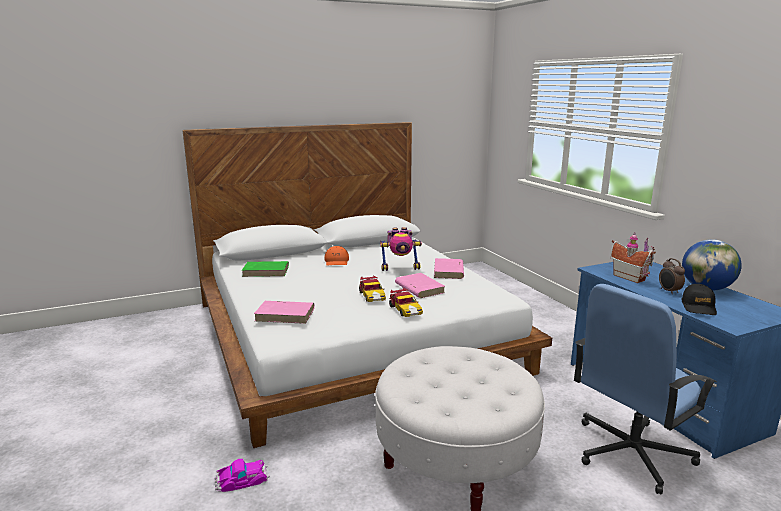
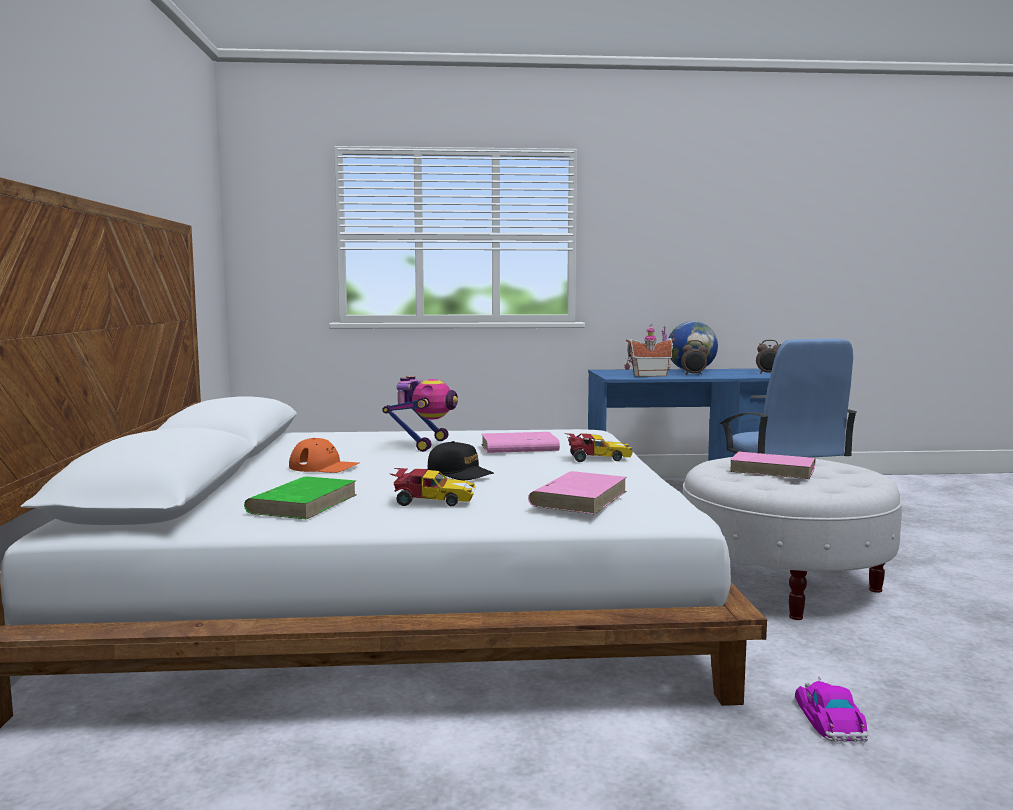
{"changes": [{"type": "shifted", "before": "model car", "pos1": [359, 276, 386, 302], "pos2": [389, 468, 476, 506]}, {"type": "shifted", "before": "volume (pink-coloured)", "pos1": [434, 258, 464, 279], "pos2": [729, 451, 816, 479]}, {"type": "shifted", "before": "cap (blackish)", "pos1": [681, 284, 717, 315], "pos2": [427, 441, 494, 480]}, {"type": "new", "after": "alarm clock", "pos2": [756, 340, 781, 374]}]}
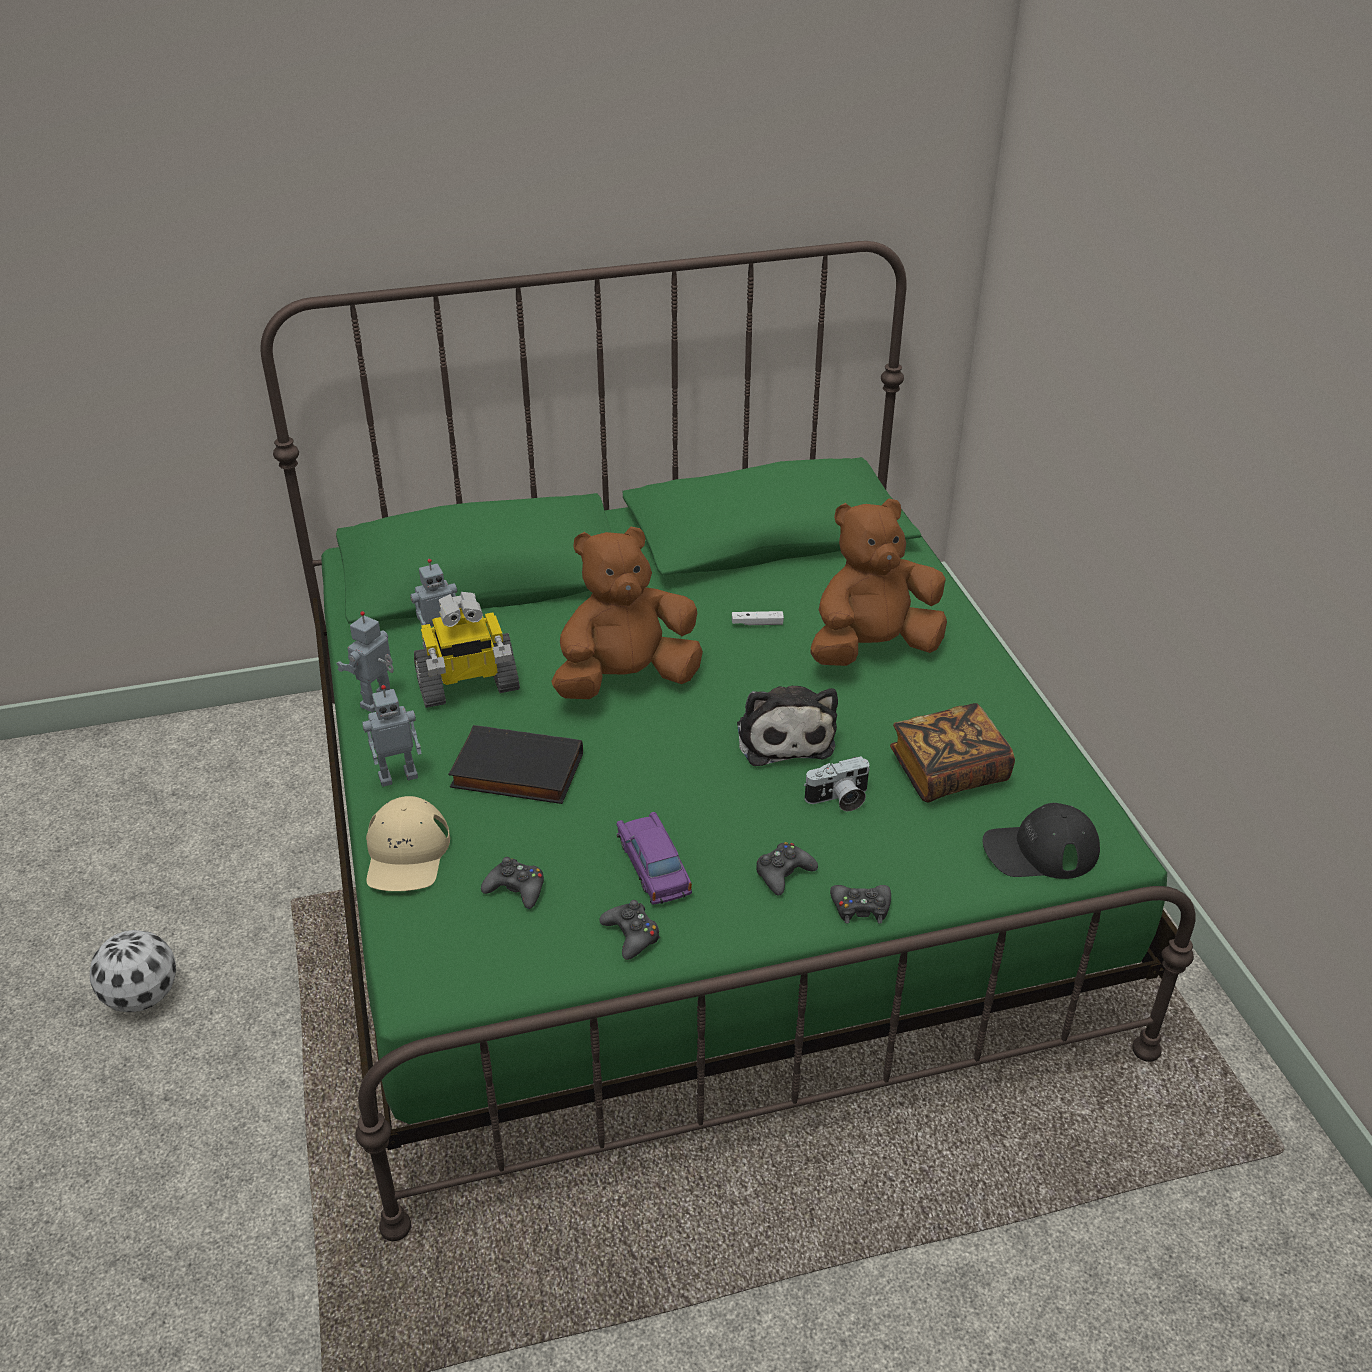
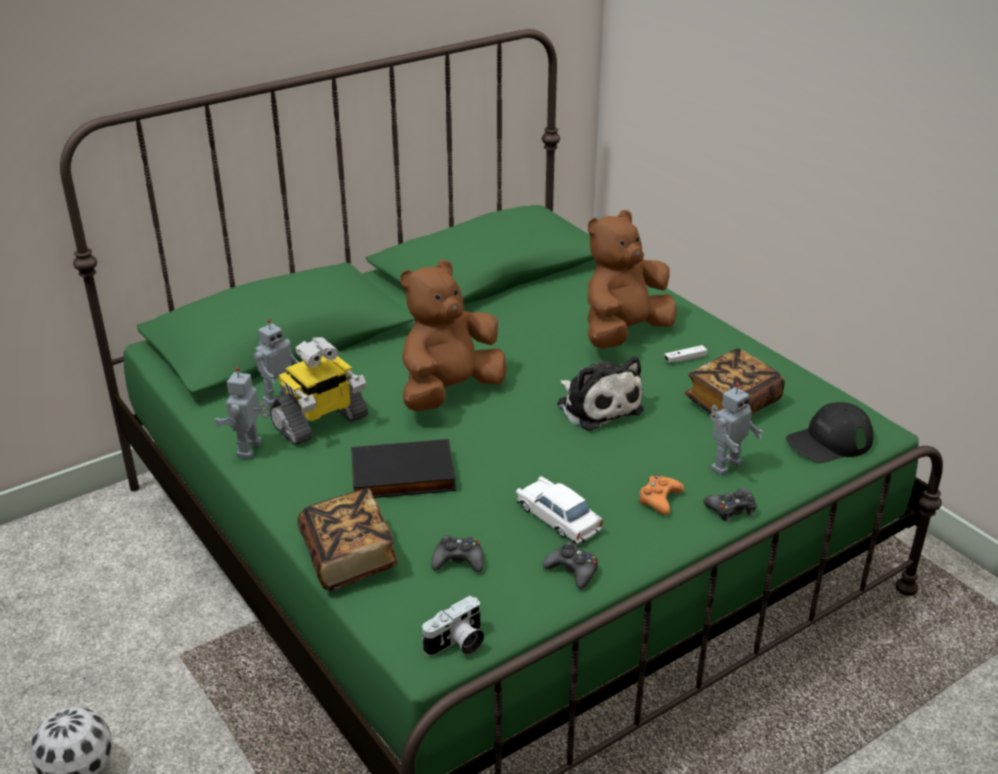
{"changes": [{"type": "shifted", "before": "robot figure", "pos1": [362, 685, 422, 787], "pos2": [710, 383, 763, 476]}, {"type": "swapped", "before": "cap (sand-coloured)", "after": "volume", "pos1": [366, 796, 450, 891], "pos2": [298, 488, 398, 591]}, {"type": "repainted", "before": "model car (purple)", "after": "model car (white)", "pos1": [616, 812, 692, 904], "pos2": [516, 476, 603, 544]}, {"type": "shifted", "before": "gamepad (white)", "pos1": [732, 611, 784, 625], "pos2": [664, 345, 707, 363]}, {"type": "repainted", "before": "gamepad (blackish)", "after": "gamepad (orange-coloured)", "pos1": [756, 842, 818, 896], "pos2": [638, 475, 684, 515]}, {"type": "shifted", "before": "still camera", "pos1": [804, 756, 870, 812], "pos2": [422, 596, 484, 656]}]}
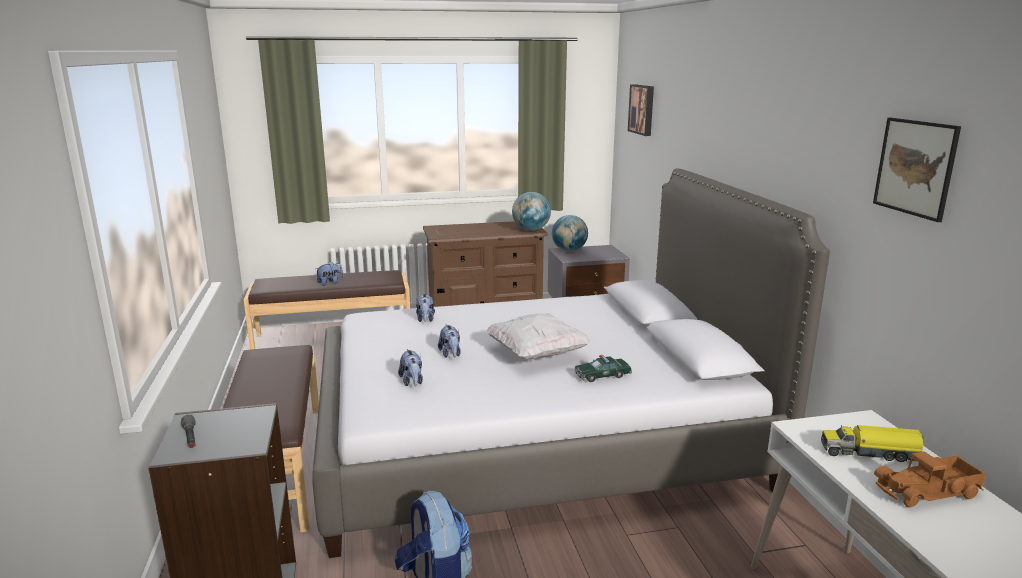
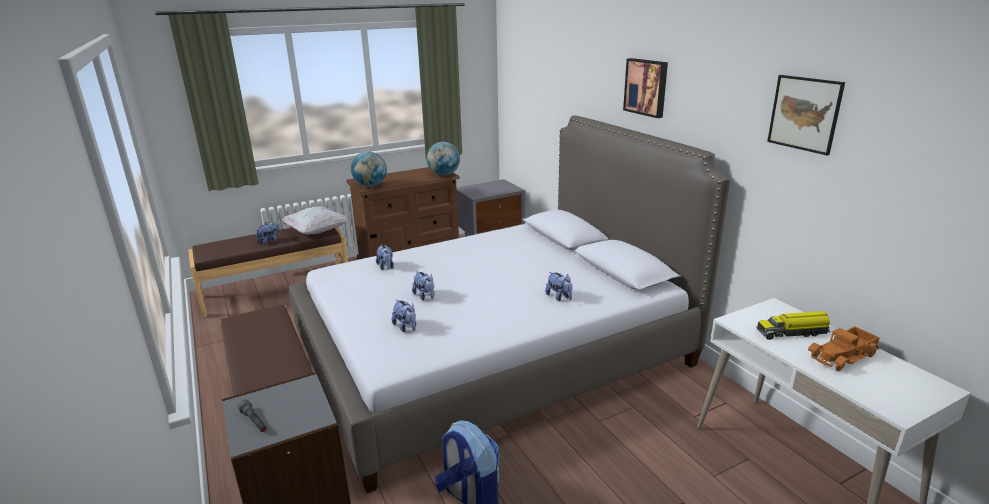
{"changes": [{"type": "shifted", "before": "throw pillow (white)", "pos1": [486, 313, 591, 359], "pos2": [281, 206, 349, 235]}, {"type": "shifted", "before": "desk globe", "pos1": [552, 215, 588, 251], "pos2": [351, 151, 387, 187]}, {"type": "swapped", "before": "model car", "after": "cuddly toy", "pos1": [574, 355, 632, 382], "pos2": [545, 272, 572, 301]}, {"type": "shifted", "before": "wall picture", "pos1": [628, 84, 654, 136], "pos2": [623, 58, 668, 118]}]}
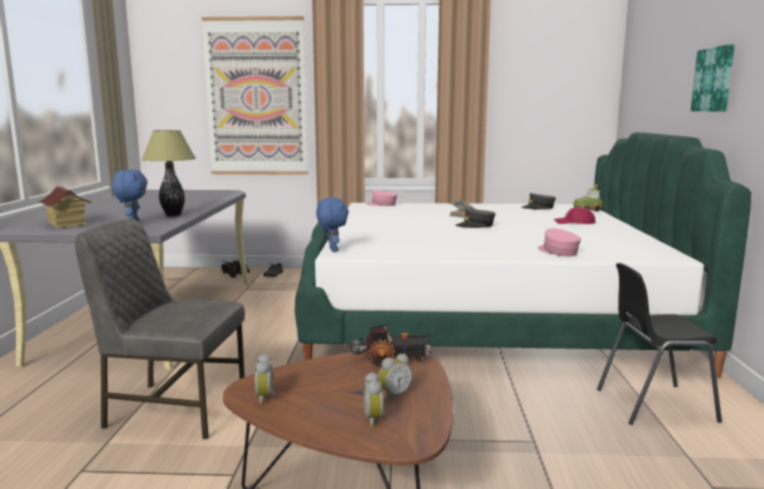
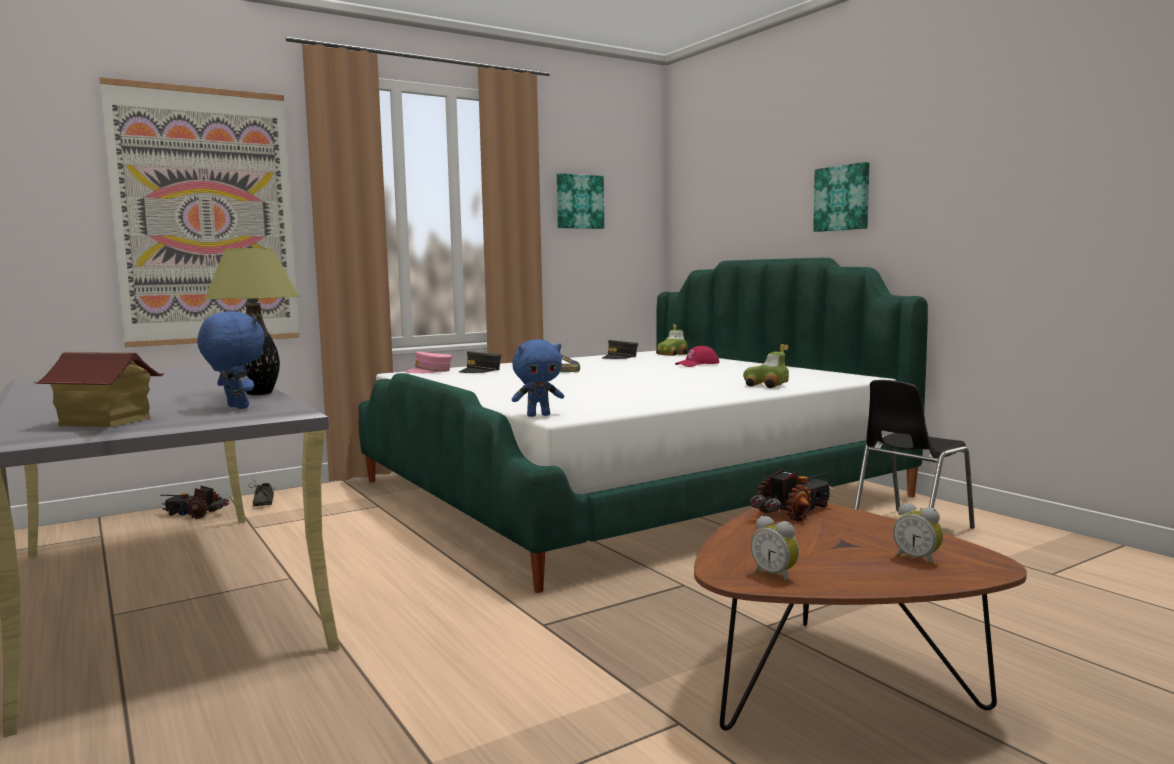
{"changes": [{"type": "gone", "before": "upright chair (gray)", "pos1": [75, 219, 245, 439]}, {"type": "rotated", "before": "cuddly toy (blue)", "pos1": [316, 197, 349, 252], "pos2": [512, 339, 564, 417], "turn": 120}, {"type": "gone", "before": "alarm clock", "pos1": [379, 354, 412, 401]}, {"type": "shifted", "before": "cap (gray)", "pos1": [456, 208, 496, 228], "pos2": [459, 351, 502, 373]}, {"type": "swapped", "before": "cap (pink-coloured)", "after": "model car", "pos1": [538, 228, 581, 256], "pos2": [743, 344, 789, 388]}, {"type": "new", "after": "wall picture", "pos2": [557, 173, 604, 229]}]}
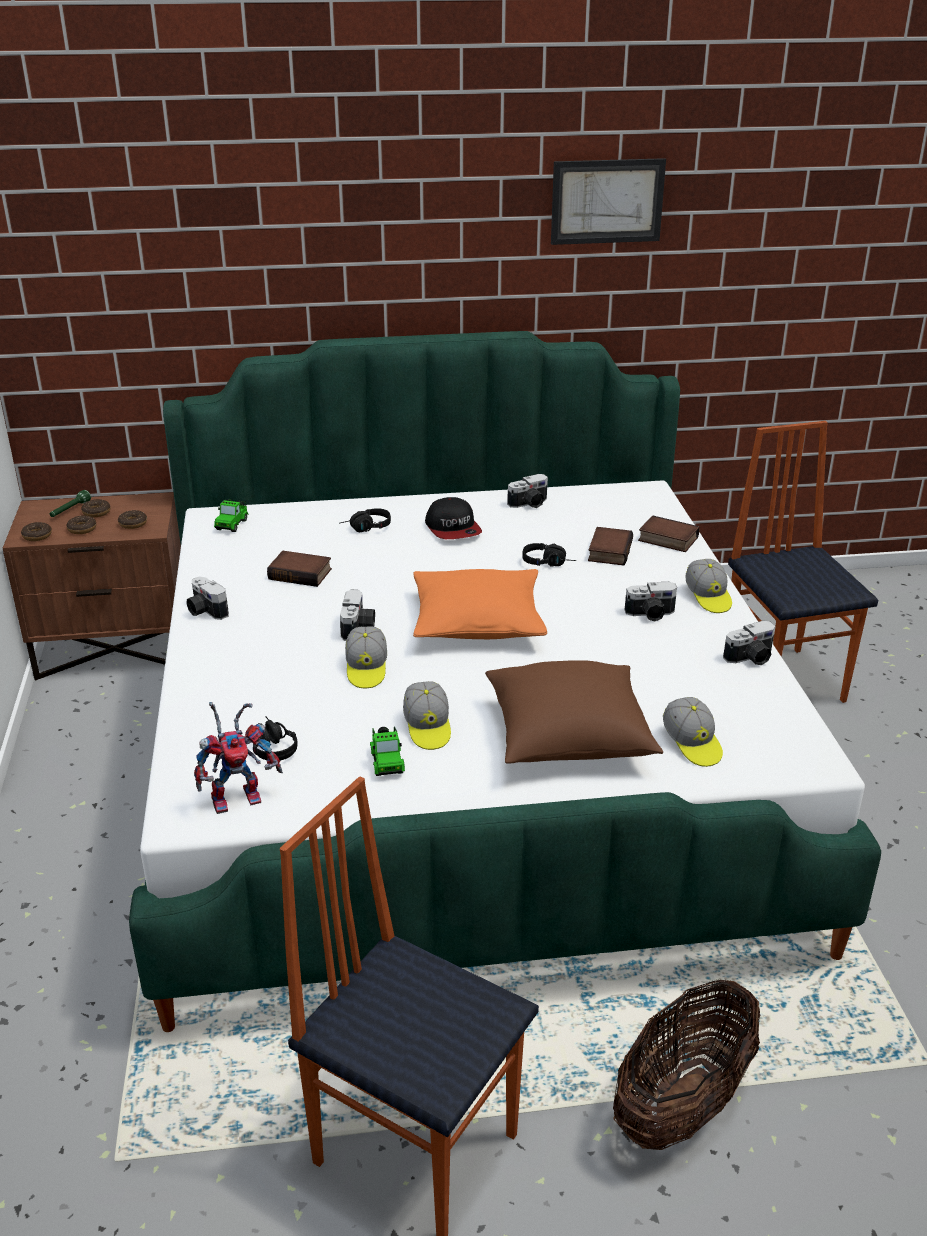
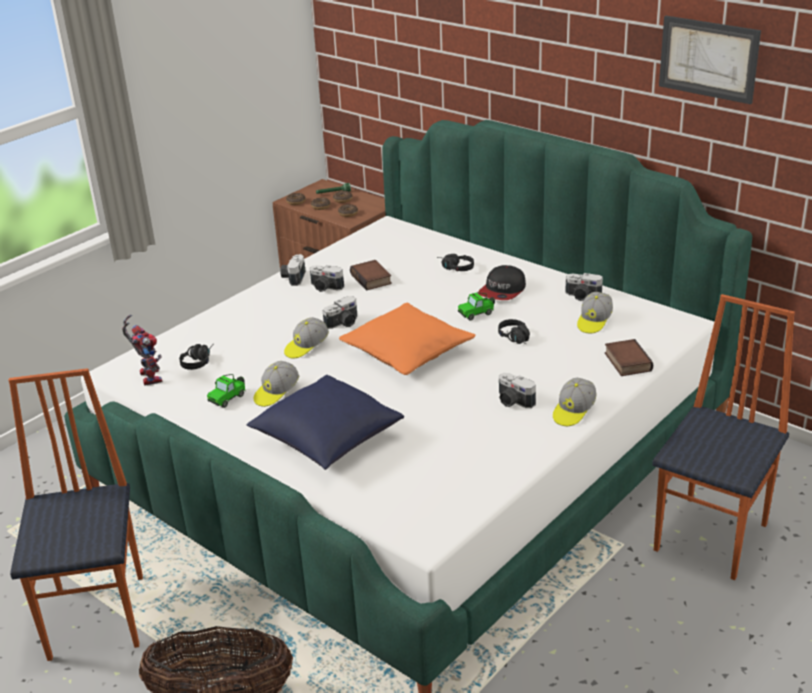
{"changes": [{"type": "rotated", "before": "robot figure", "pos1": [194, 702, 283, 814], "pos2": [122, 315, 162, 386], "turn": -135}, {"type": "shifted", "before": "model car", "pos1": [214, 499, 249, 532], "pos2": [458, 292, 495, 321]}, {"type": "repainted", "before": "throw pillow (brown-coloured)", "after": "throw pillow (blue)", "pos1": [485, 660, 663, 763], "pos2": [247, 375, 404, 470]}, {"type": "gone", "before": "volume", "pos1": [588, 527, 633, 565]}, {"type": "shifted", "before": "cap", "pos1": [663, 697, 723, 767], "pos2": [577, 292, 613, 334]}, {"type": "shifted", "before": "still camera", "pos1": [723, 621, 775, 665], "pos2": [310, 265, 344, 292]}]}
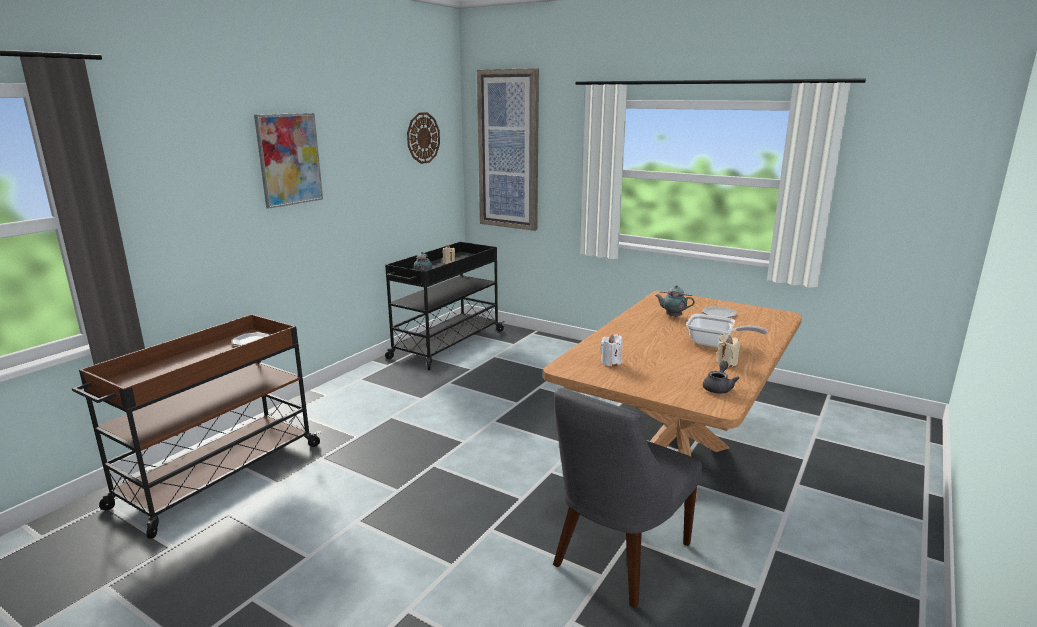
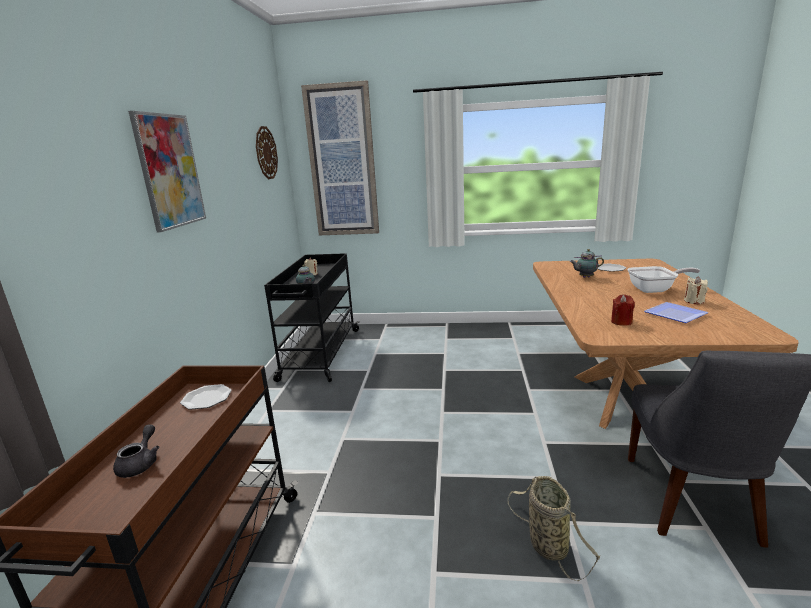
{"changes": [{"type": "repainted", "before": "candle (white)", "after": "candle (reddish)", "pos1": [600, 334, 623, 366], "pos2": [611, 294, 635, 326]}, {"type": "shifted", "before": "teapot (gray)", "pos1": [703, 361, 740, 394], "pos2": [113, 424, 159, 478]}, {"type": "new", "after": "storage basket", "pos2": [508, 476, 600, 581]}, {"type": "new", "after": "plate", "pos2": [644, 302, 709, 323]}]}
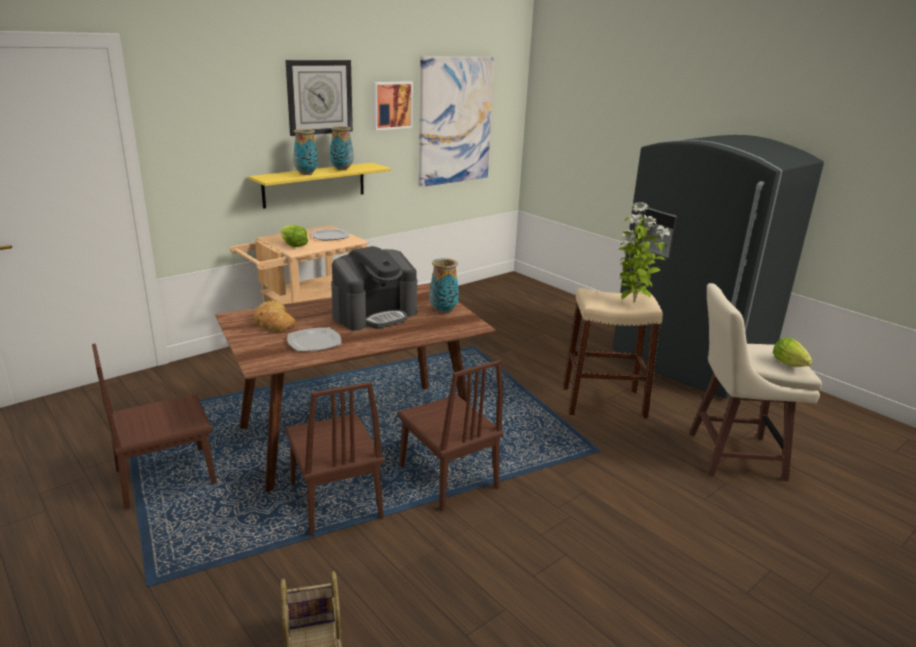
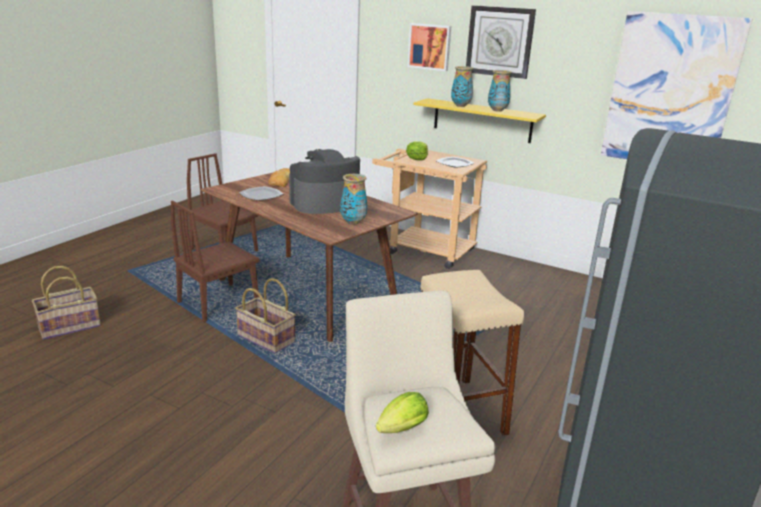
{"changes": [{"type": "rotated", "before": "coffee maker", "pos1": [331, 246, 417, 331], "pos2": [289, 149, 360, 214], "turn": 120}, {"type": "shifted", "before": "wall picture", "pos1": [372, 81, 413, 130], "pos2": [408, 23, 452, 71]}, {"type": "swapped", "before": "upright chair (brown-coloured)", "after": "storage basket", "pos1": [397, 360, 504, 511], "pos2": [235, 278, 296, 353]}, {"type": "gone", "before": "plant in a pot", "pos1": [619, 202, 671, 303]}]}
